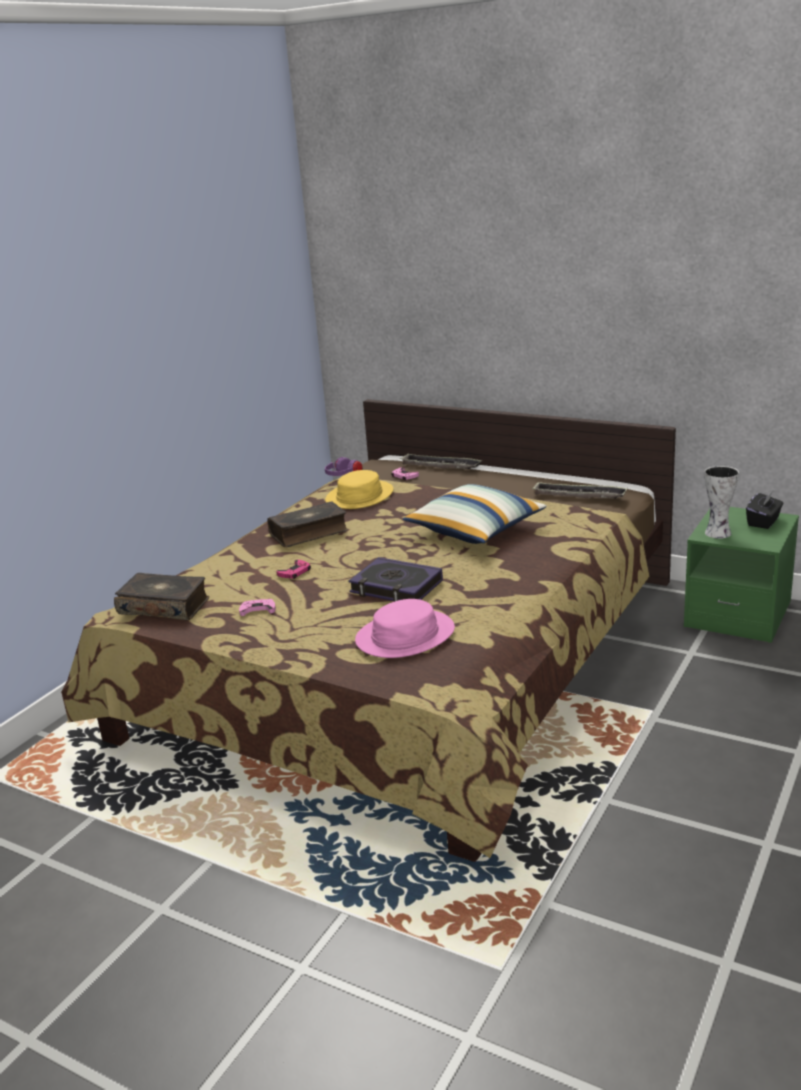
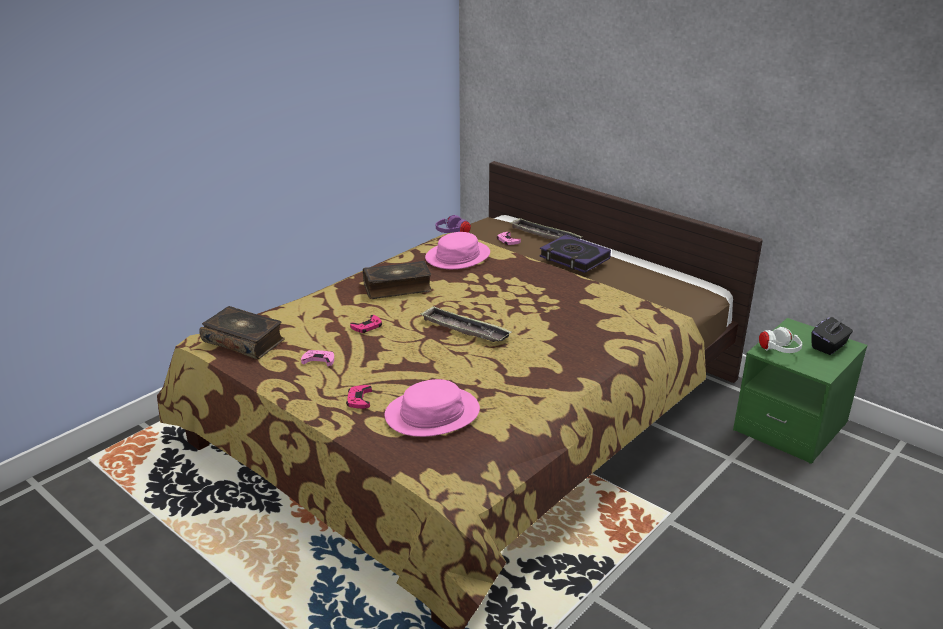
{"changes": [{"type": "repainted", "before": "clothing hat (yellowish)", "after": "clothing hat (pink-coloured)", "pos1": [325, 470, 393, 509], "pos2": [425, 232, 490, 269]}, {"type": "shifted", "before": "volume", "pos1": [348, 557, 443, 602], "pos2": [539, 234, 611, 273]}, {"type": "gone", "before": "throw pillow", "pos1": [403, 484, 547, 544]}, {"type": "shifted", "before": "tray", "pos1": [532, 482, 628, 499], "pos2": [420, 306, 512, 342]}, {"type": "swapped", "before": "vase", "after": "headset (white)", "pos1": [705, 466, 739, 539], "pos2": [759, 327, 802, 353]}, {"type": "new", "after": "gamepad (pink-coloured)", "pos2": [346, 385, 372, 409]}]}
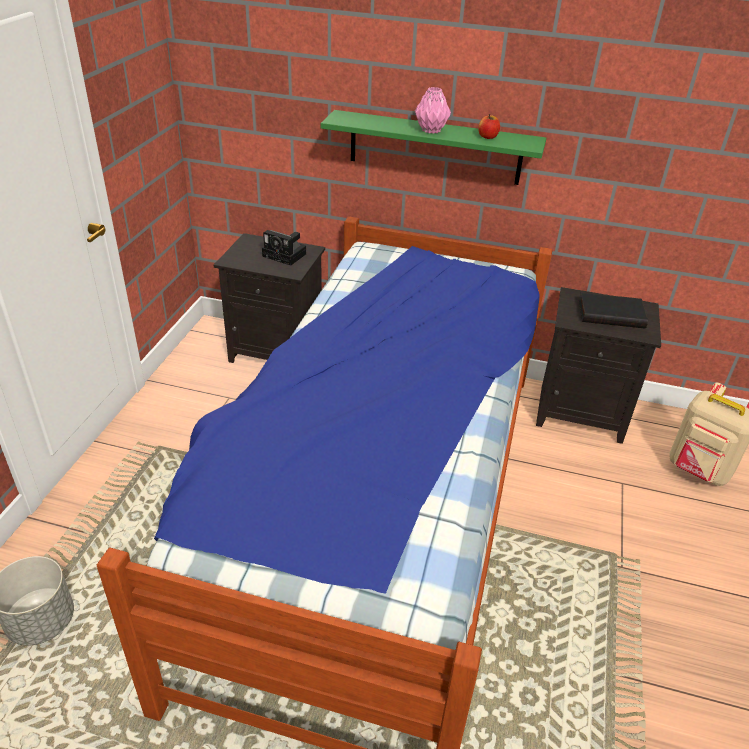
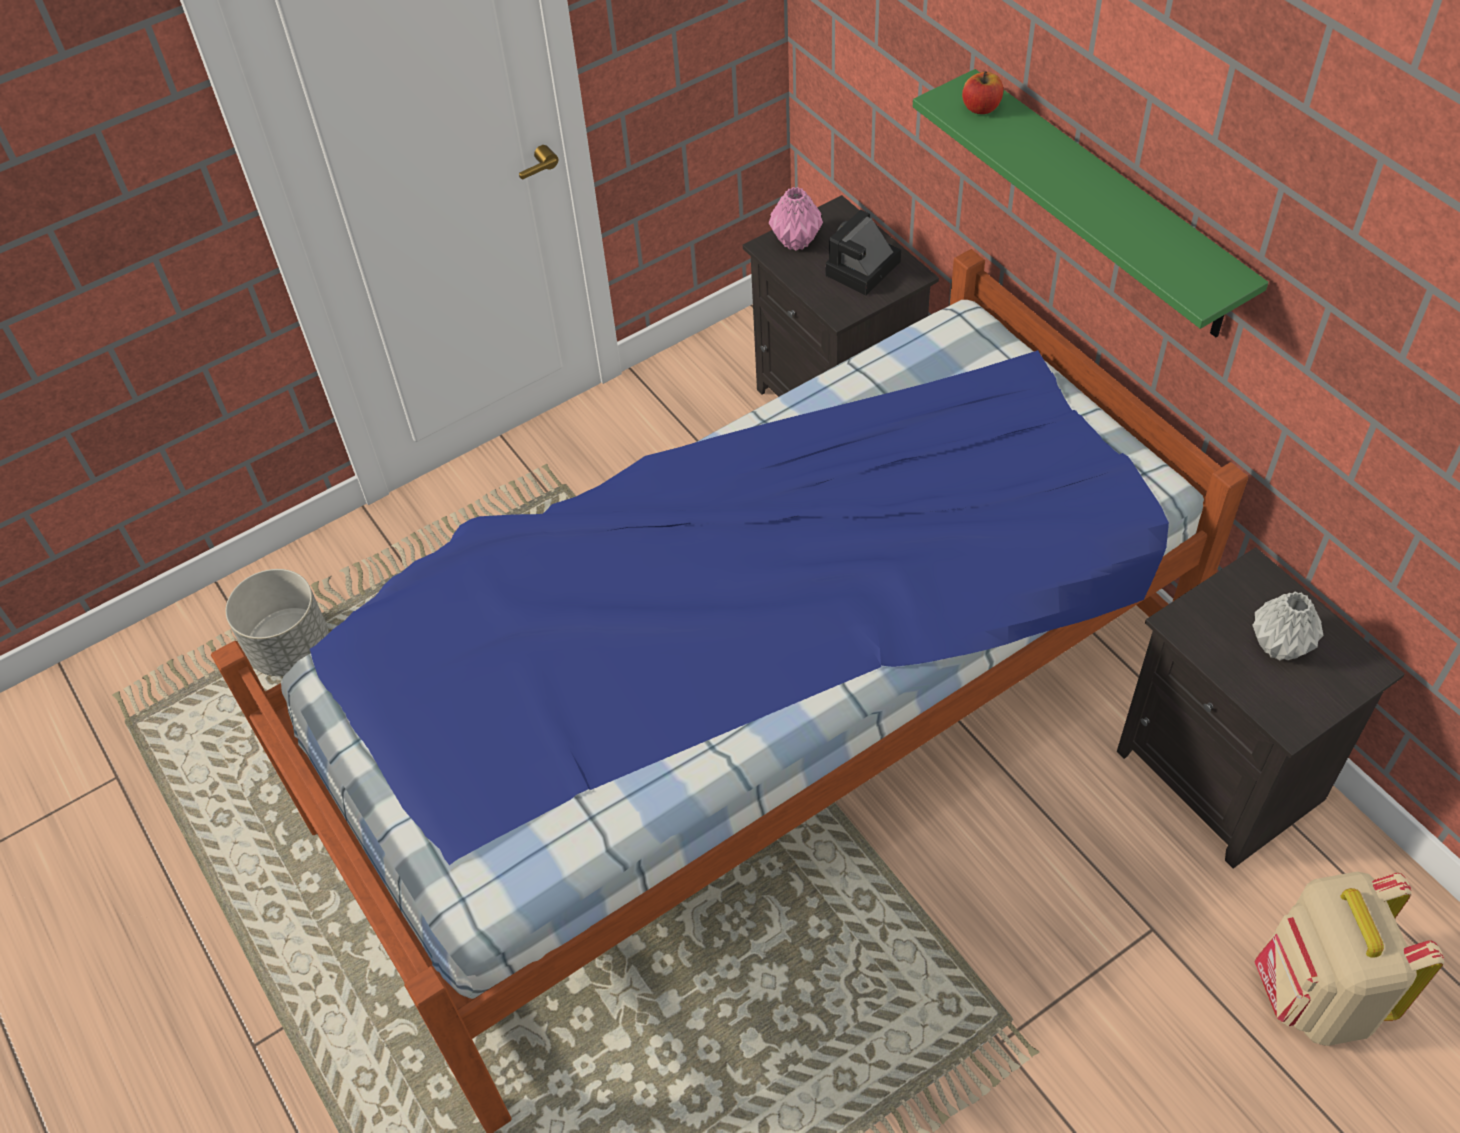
{"changes": [{"type": "rotated", "before": "still camera", "pos1": [262, 230, 306, 266], "pos2": [825, 210, 901, 295], "turn": 60}, {"type": "shifted", "before": "vase (pink-coloured)", "pos1": [415, 87, 451, 134], "pos2": [769, 187, 823, 251]}, {"type": "shifted", "before": "whole apple", "pos1": [478, 114, 500, 139], "pos2": [962, 71, 1004, 114]}, {"type": "swapped", "before": "volume (blackish)", "after": "vase (gray)", "pos1": [579, 293, 648, 329], "pos2": [1252, 592, 1323, 661]}]}
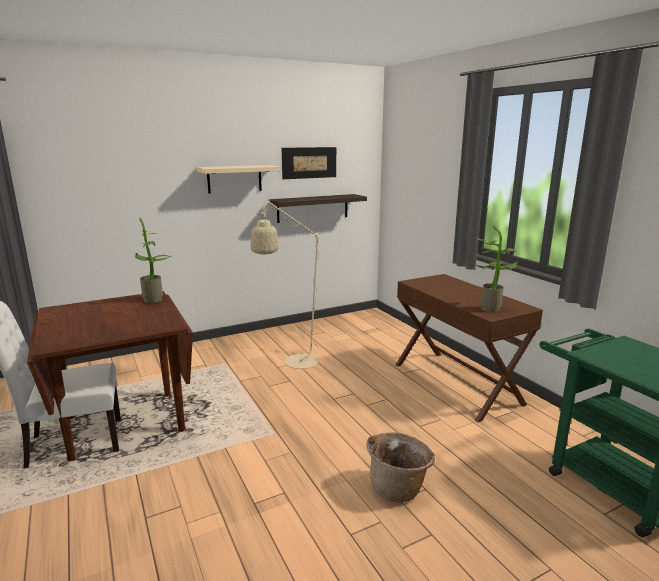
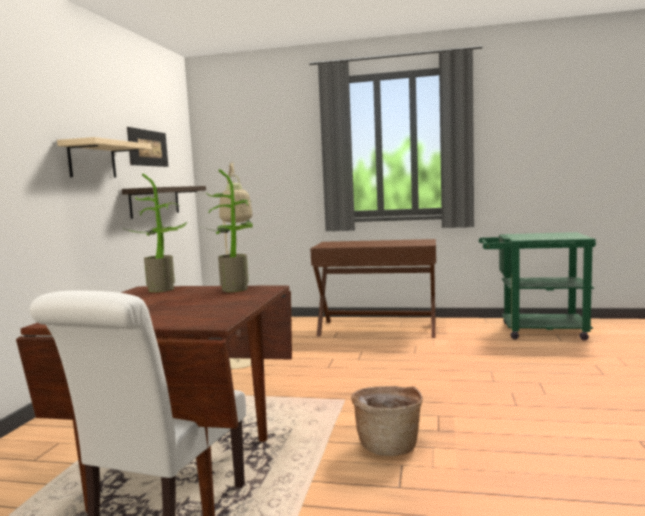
{"changes": [{"type": "shifted", "before": "storage basket", "pos1": [366, 432, 435, 502], "pos2": [351, 386, 423, 456]}, {"type": "shifted", "before": "plant in a pot", "pos1": [472, 226, 518, 312], "pos2": [196, 169, 253, 292]}]}
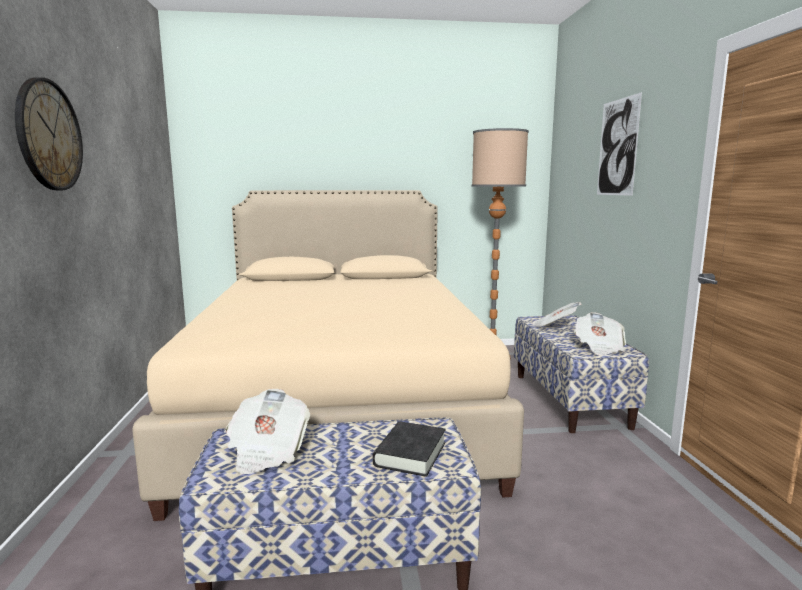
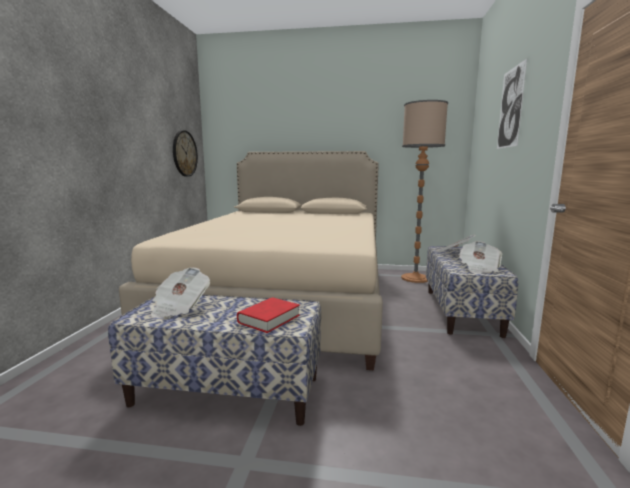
{"changes": [{"type": "shifted", "before": "wall clock", "pos1": [15, 77, 83, 190], "pos2": [173, 130, 198, 177]}, {"type": "repainted", "before": "volume (blackish)", "after": "volume (reddish)", "pos1": [372, 422, 446, 477], "pos2": [237, 297, 300, 333]}]}
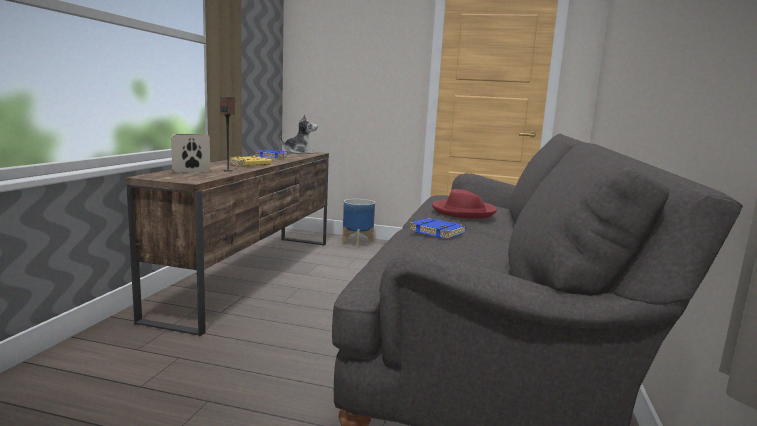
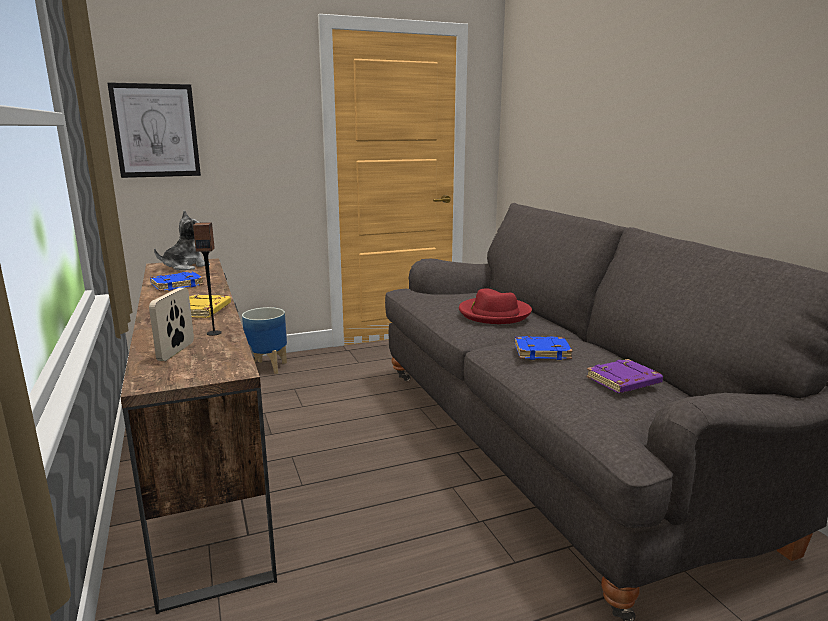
{"changes": [{"type": "new", "after": "wall picture", "pos2": [107, 82, 201, 178]}, {"type": "new", "after": "volume (purple)", "pos2": [586, 359, 663, 393]}]}
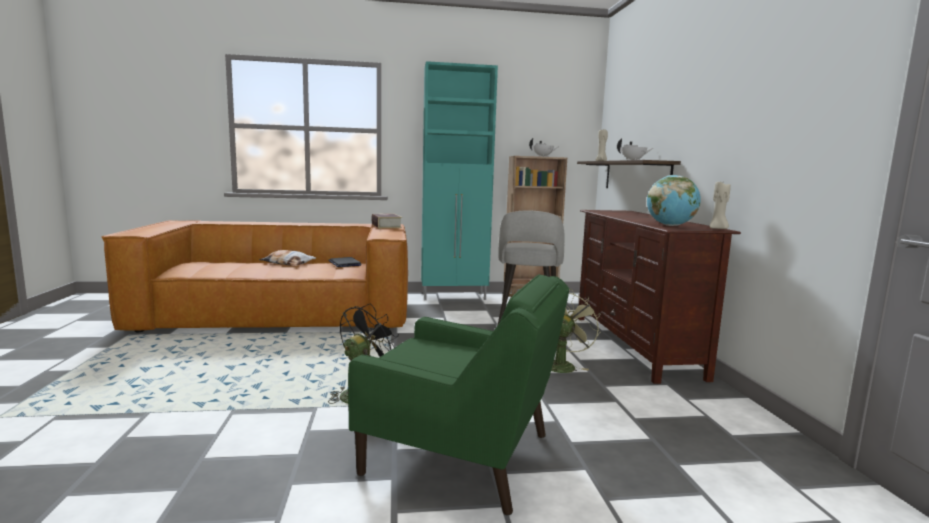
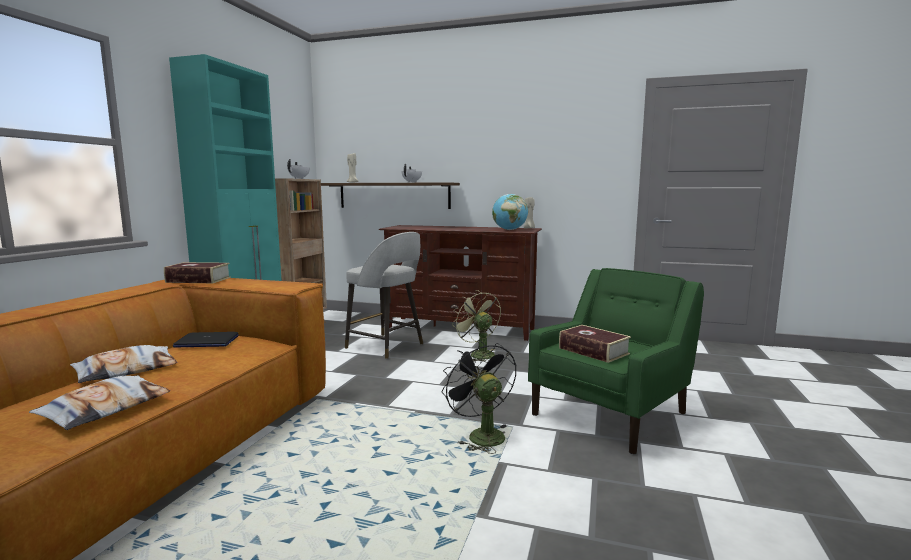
{"changes": [{"type": "new", "after": "throw pillow", "pos2": [29, 375, 170, 430]}, {"type": "new", "after": "volume", "pos2": [559, 325, 631, 363]}]}
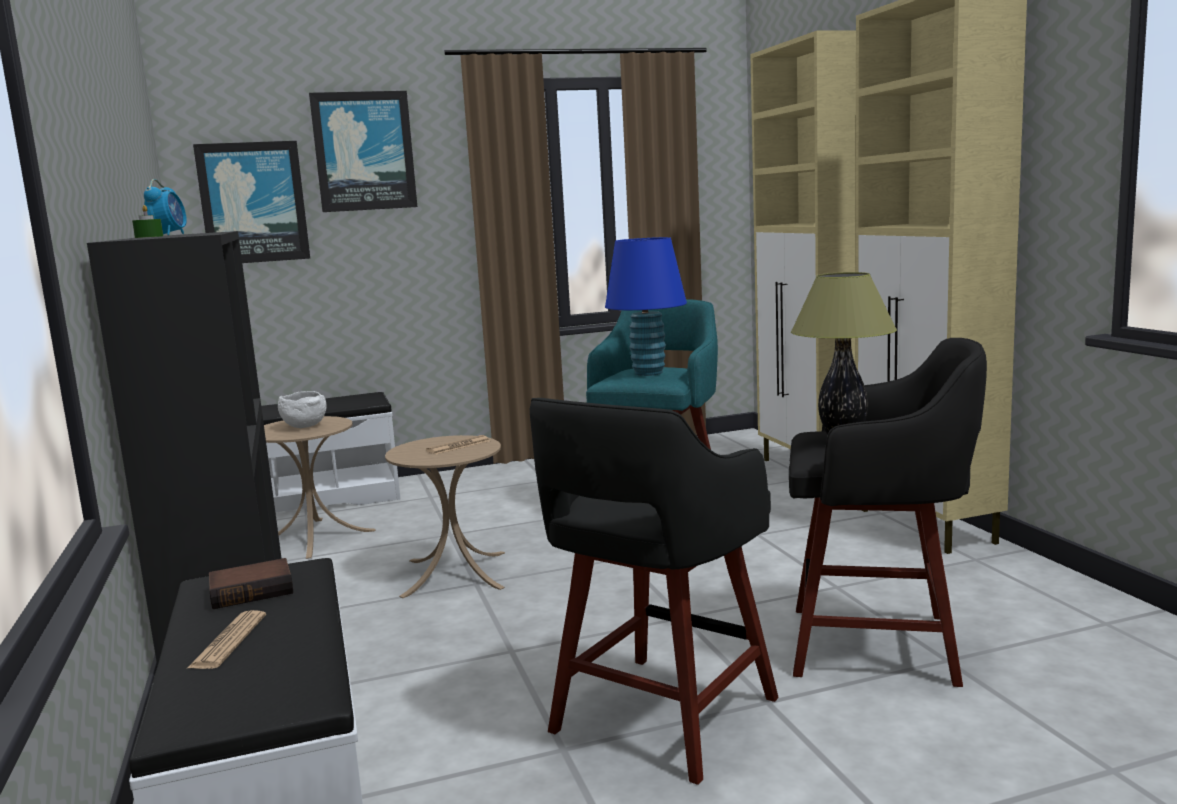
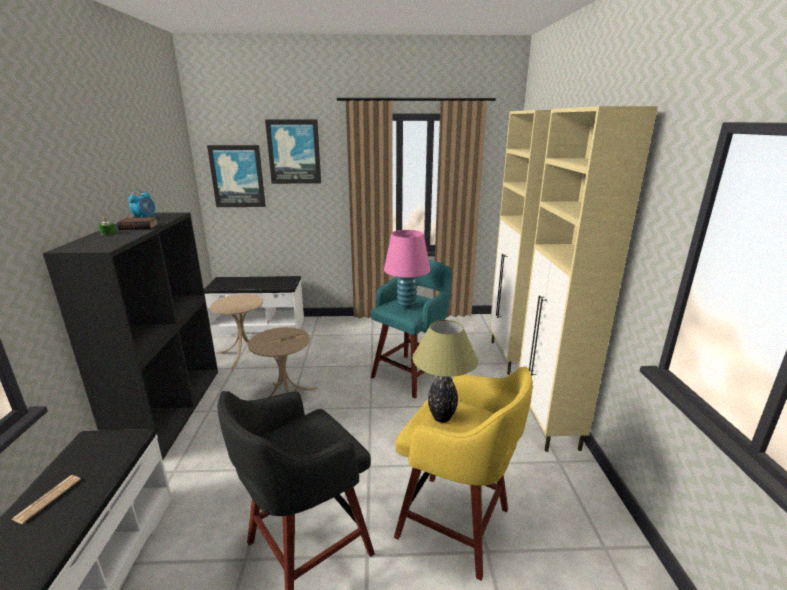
{"changes": [{"type": "shifted", "before": "volume", "pos1": [209, 558, 293, 609], "pos2": [117, 217, 159, 230]}, {"type": "gone", "before": "bowl (white)", "pos1": [278, 391, 327, 428]}, {"type": "repainted", "before": "table lamp (blue)", "after": "table lamp (pink-coloured)", "pos1": [605, 237, 687, 376], "pos2": [384, 230, 430, 309]}, {"type": "repainted", "before": "sitting stool (blackish)", "after": "sitting stool (yellowish)", "pos1": [789, 338, 987, 687], "pos2": [394, 366, 533, 581]}]}
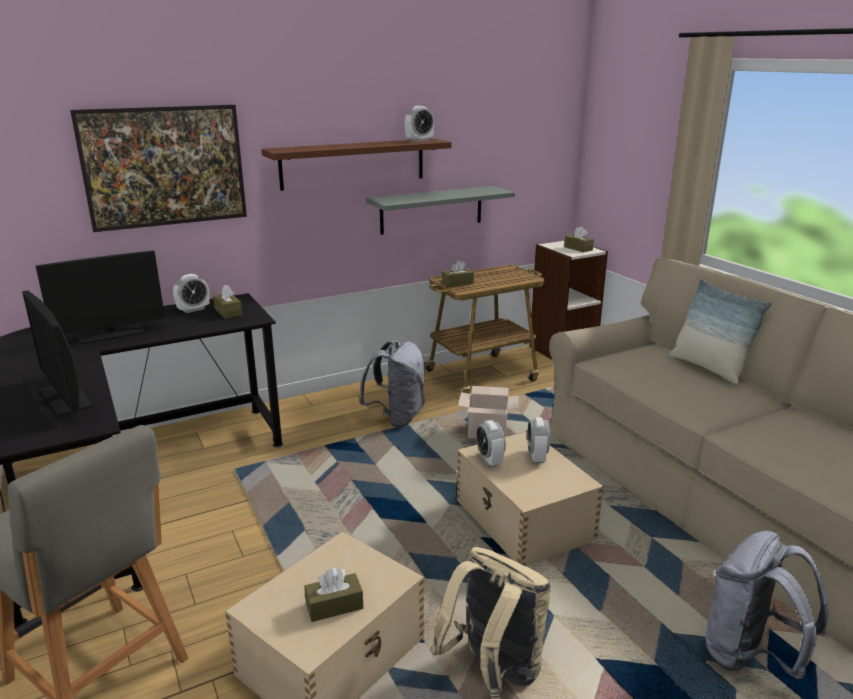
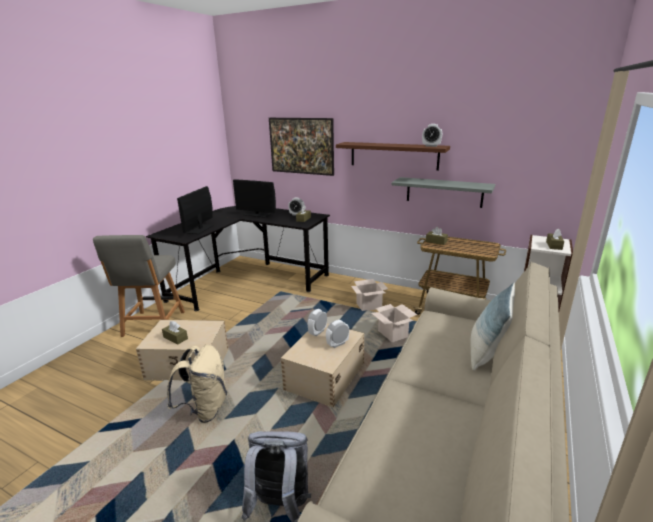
{"changes": [{"type": "swapped", "before": "backpack (gray)", "after": "packing box", "pos1": [359, 340, 425, 427], "pos2": [351, 279, 388, 311]}]}
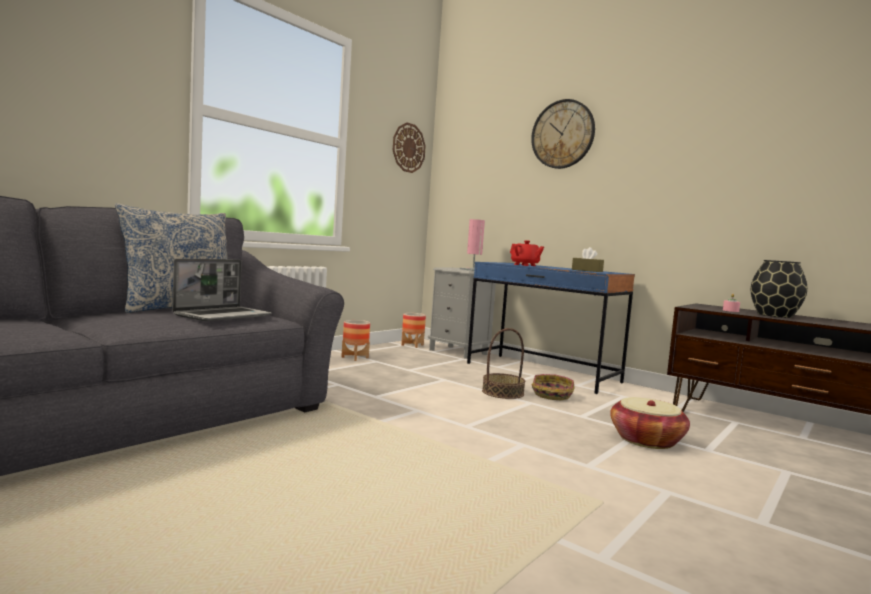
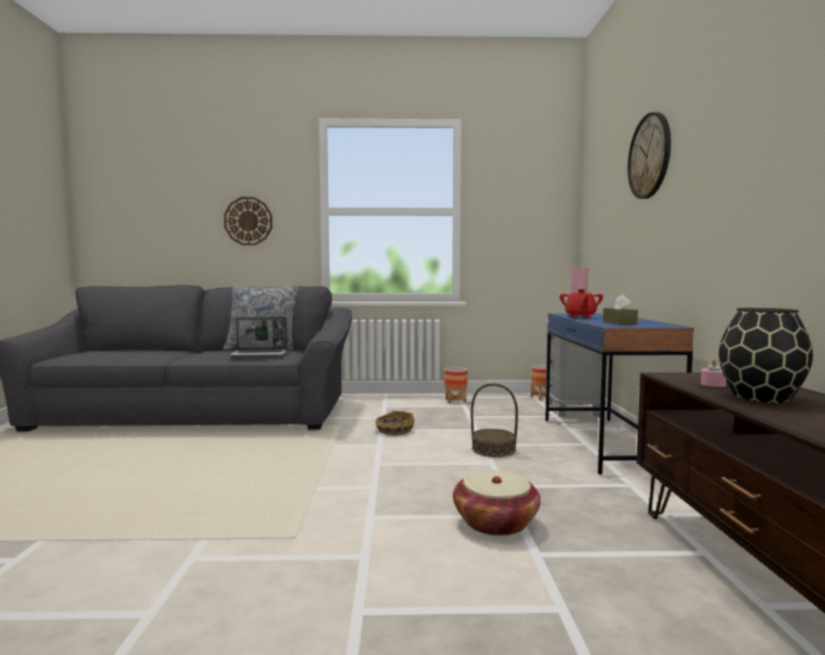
{"changes": [{"type": "shifted", "before": "wall clock", "pos1": [393, 122, 426, 173], "pos2": [224, 197, 272, 245]}, {"type": "shifted", "before": "storage basket", "pos1": [532, 374, 574, 400], "pos2": [375, 411, 414, 435]}]}
